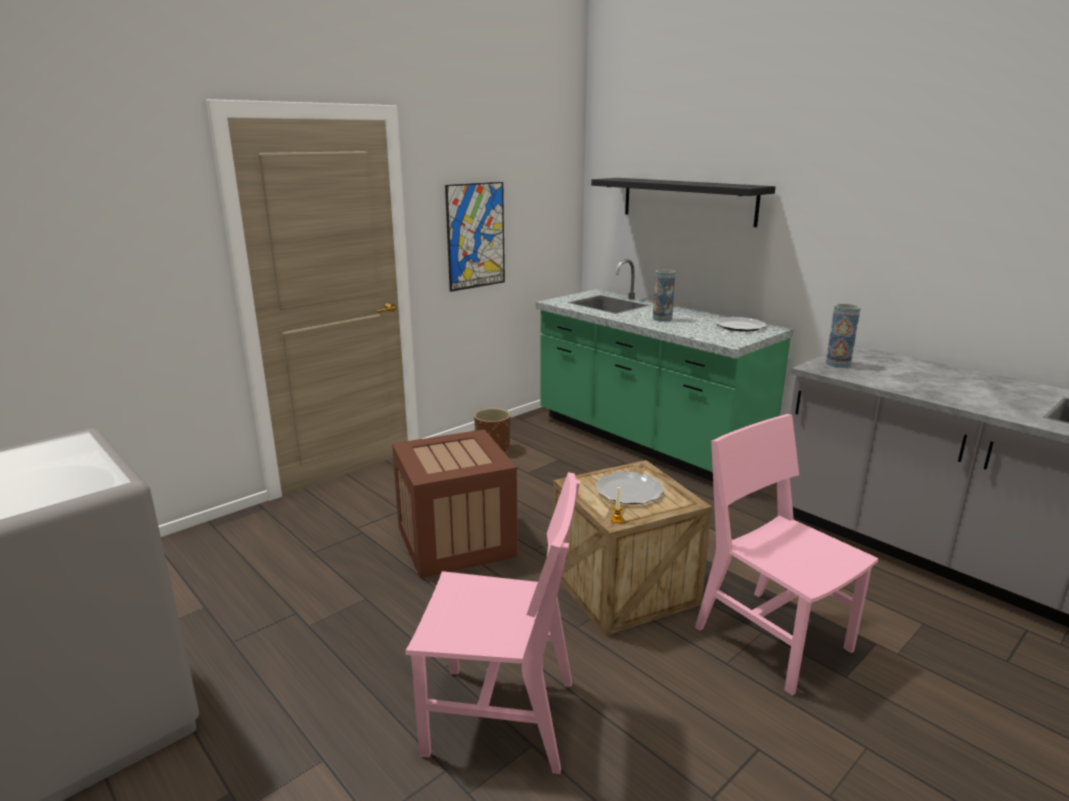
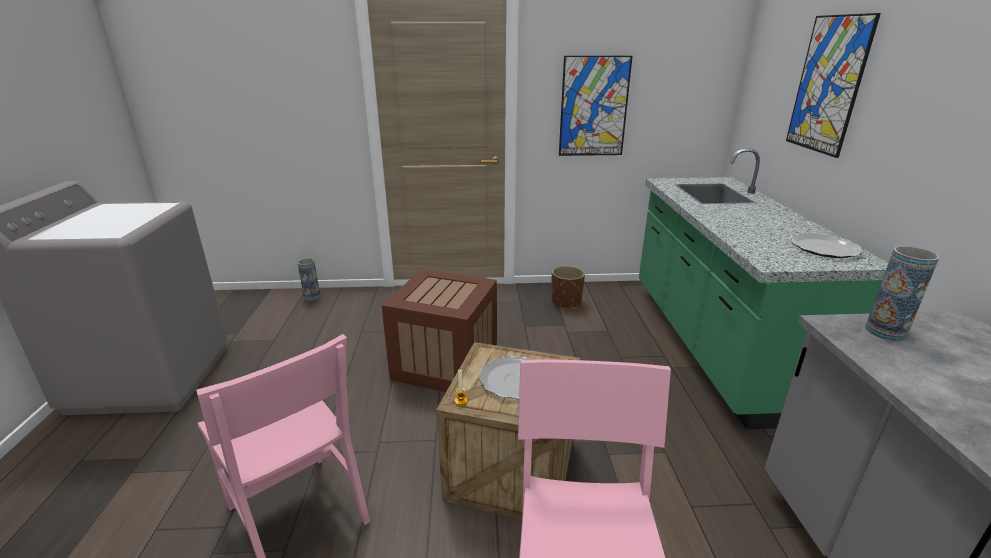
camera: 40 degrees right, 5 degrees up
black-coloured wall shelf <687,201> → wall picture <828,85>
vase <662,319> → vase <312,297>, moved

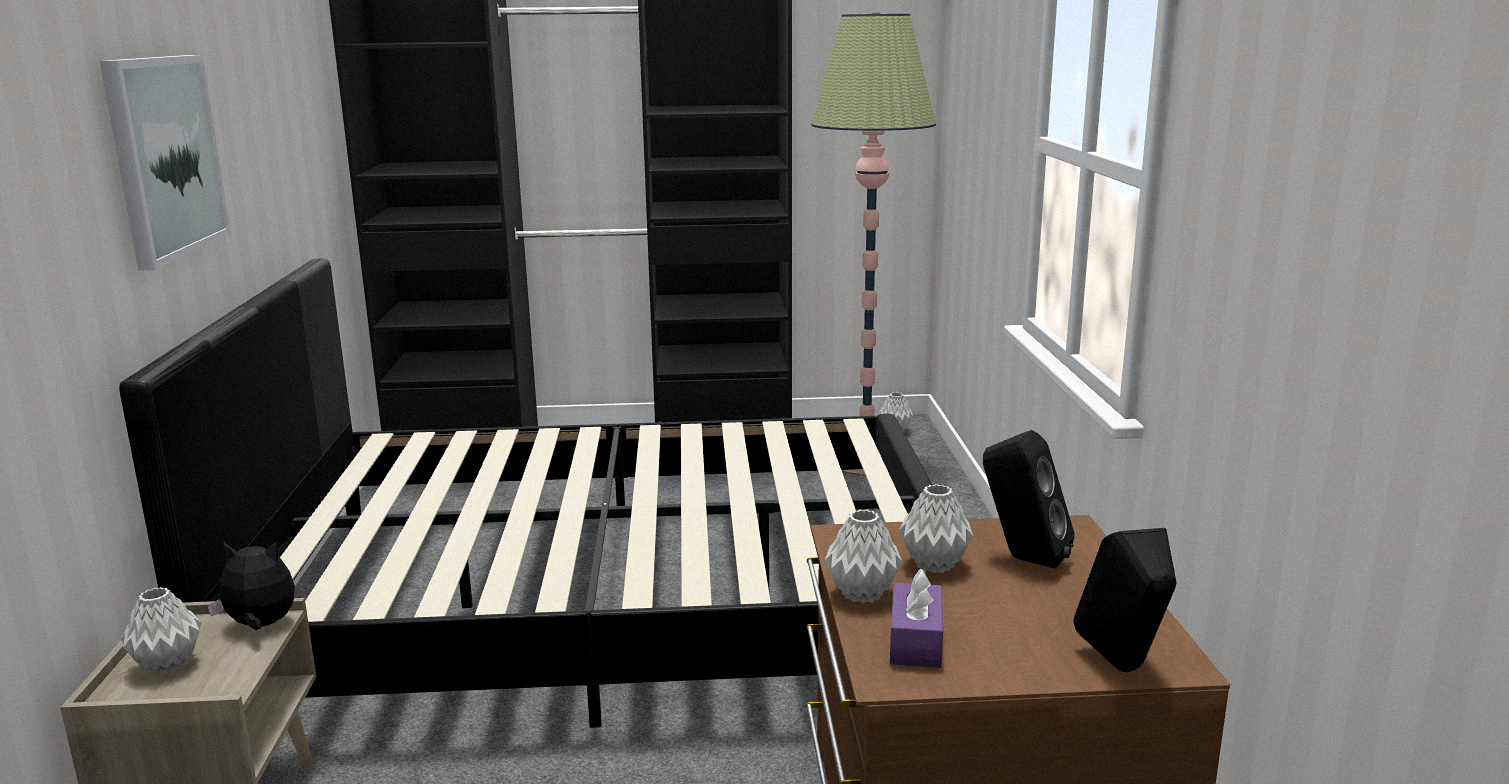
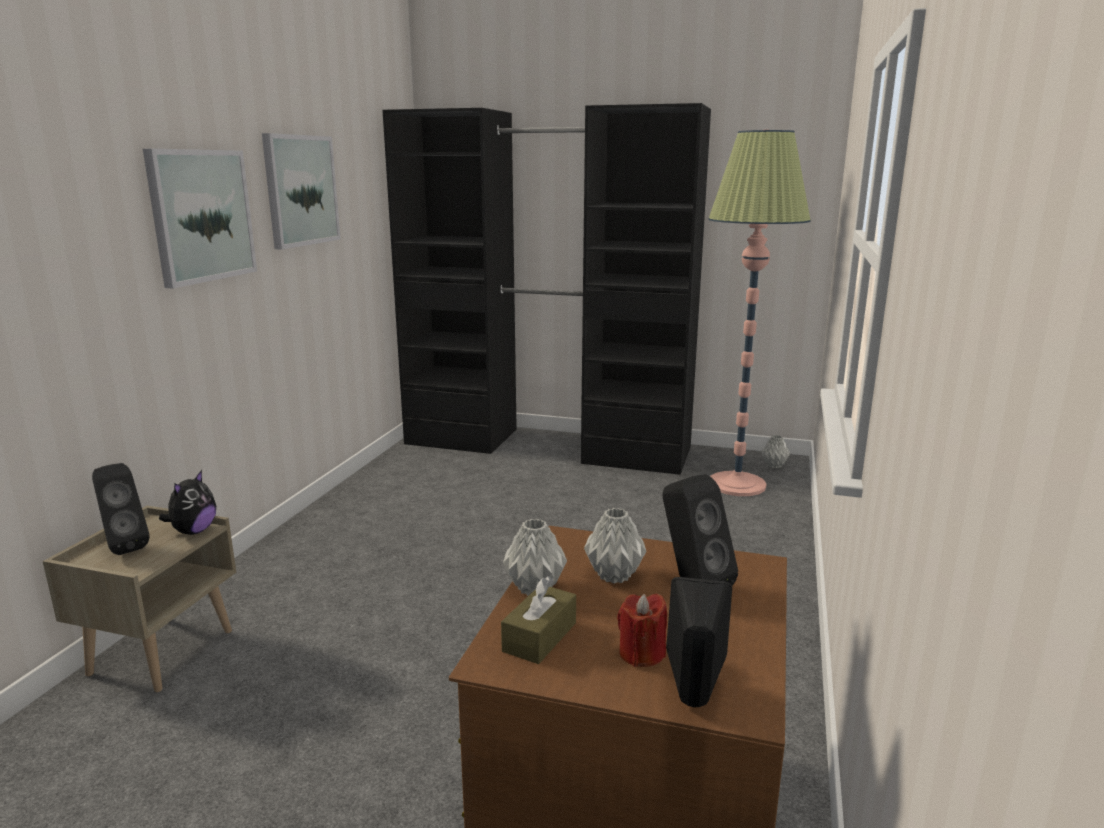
camera: 20 degrees right, 0 degrees up
black-coloured bed <611,603> → -
grey vase <169,664> → black-coloured loudspeaker <124,546>
cuddly toy <260,626> → cuddly toy <193,531>, 90 degrees clockwise
purple-coloured box of tissues <915,641> → brown box of tissues <539,637>
- → wall picture <300,190>
- → reddish candle <641,653>

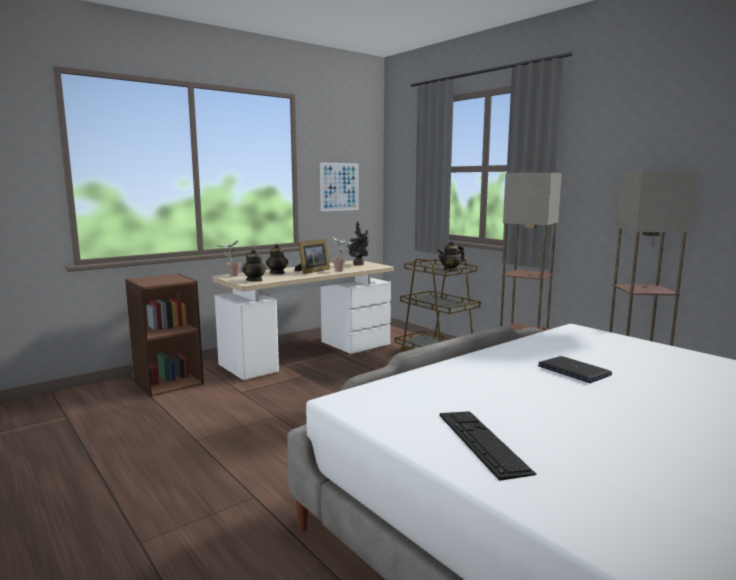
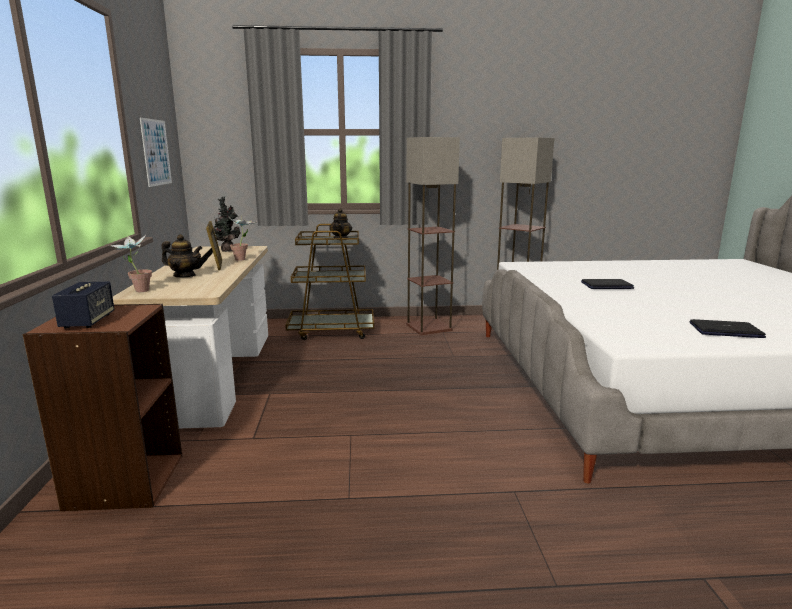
camera: 55 degrees left, 5 degrees up
teapot <254,280> → -
computer keyboard <482,442> → notebook computer <725,330>
- → loudspeaker <88,321>

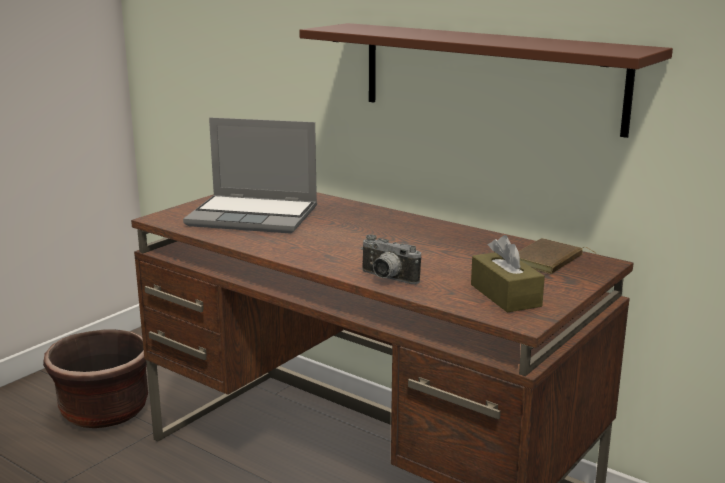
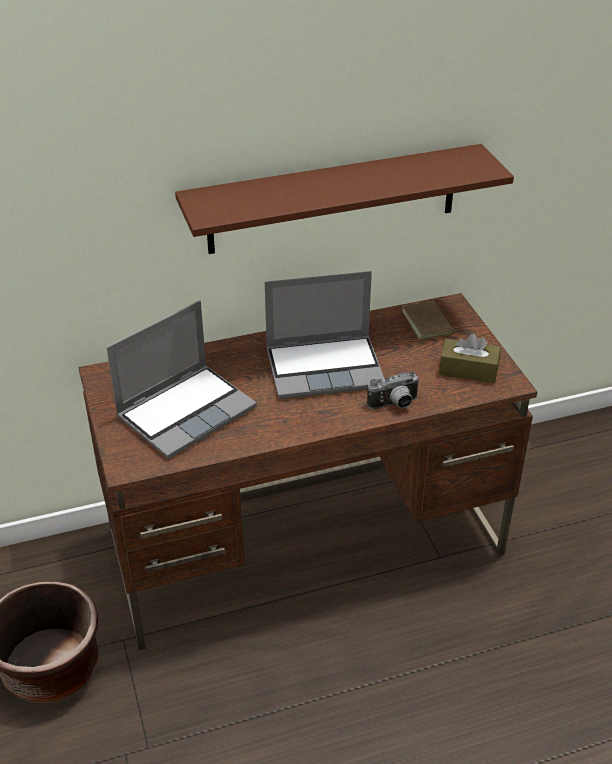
camera: 55 degrees left, 20 degrees up
- → notebook computer <325,367>

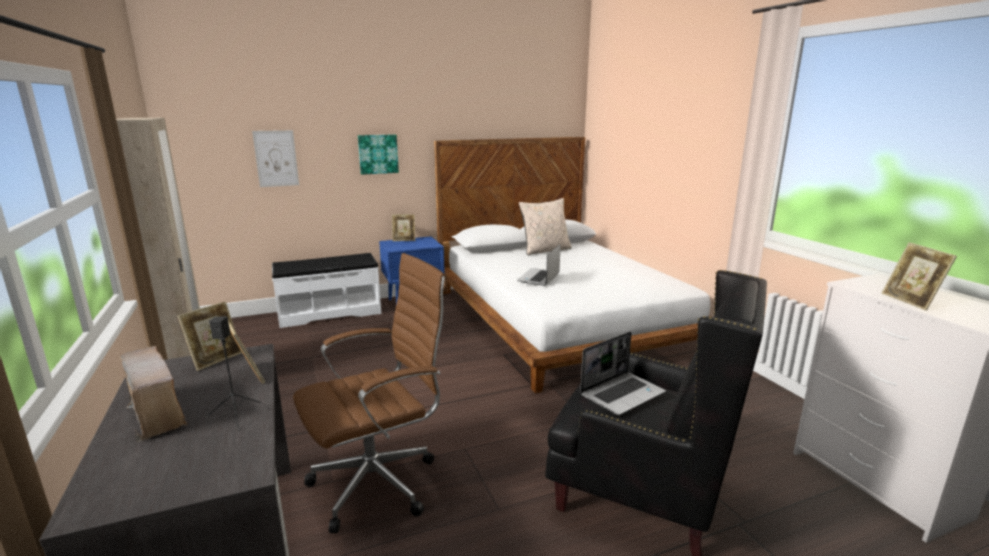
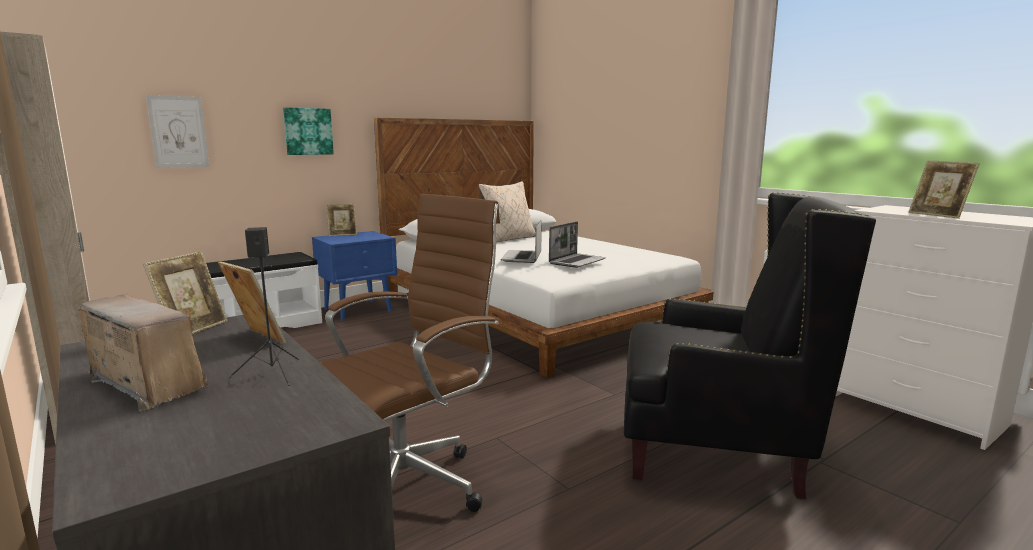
camera: 15 degrees left, 5 degrees down
notebook computer <622,394> → notebook computer <577,261>, moved

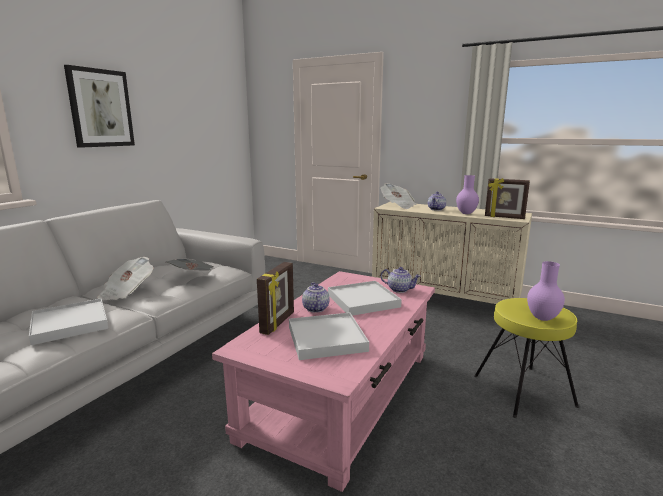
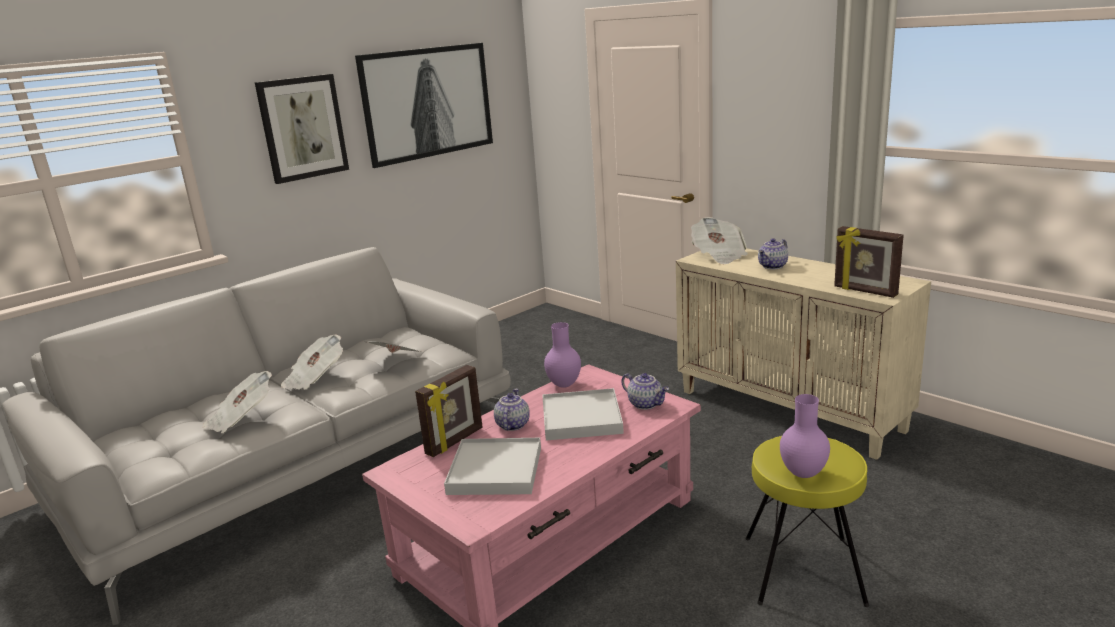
camera: 20 degrees right, 5 degrees up
white serving tray <70,324> → newspaper <241,419>
purple-coloured vase <466,213> → purple-coloured vase <565,385>, moved
- → wall picture <427,102>

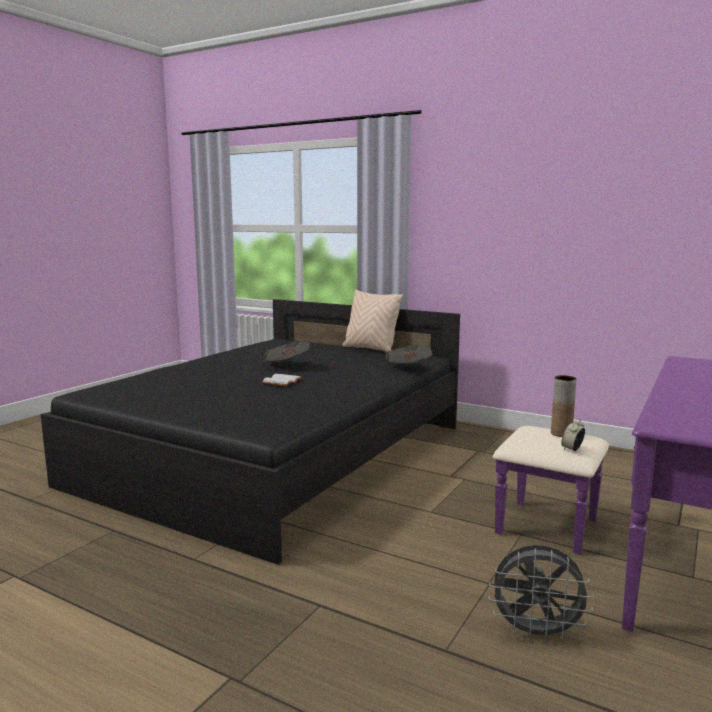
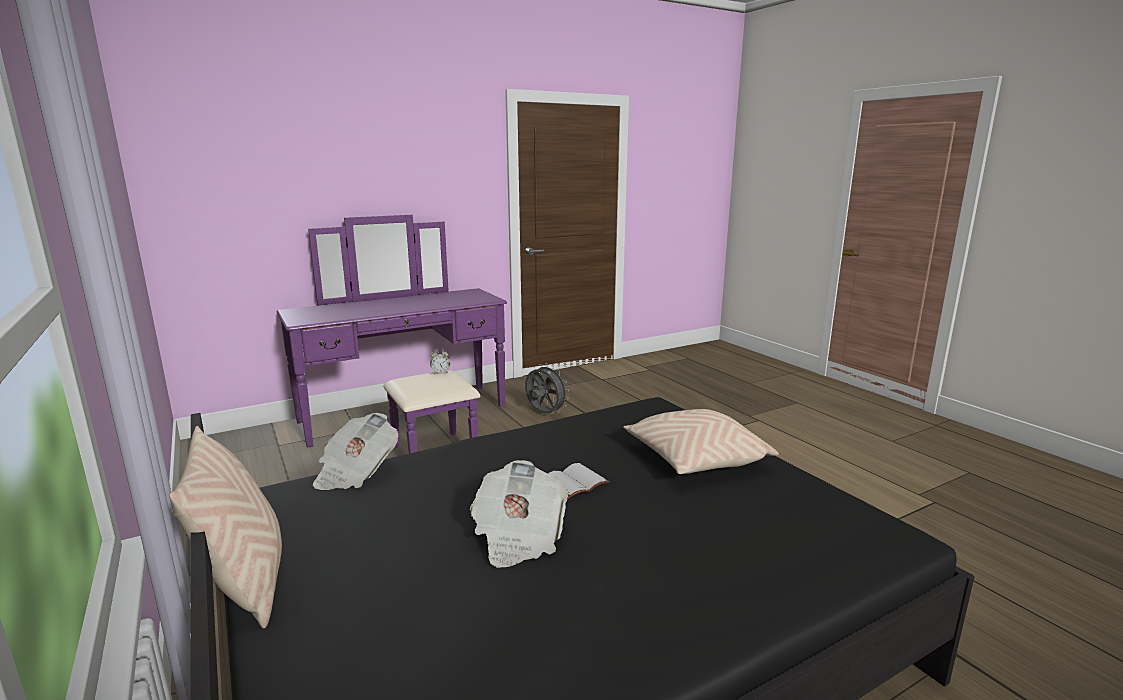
camera: 150 degrees left, 5 degrees up
brown vase <561,434> → -
- → beige pillow <695,459>

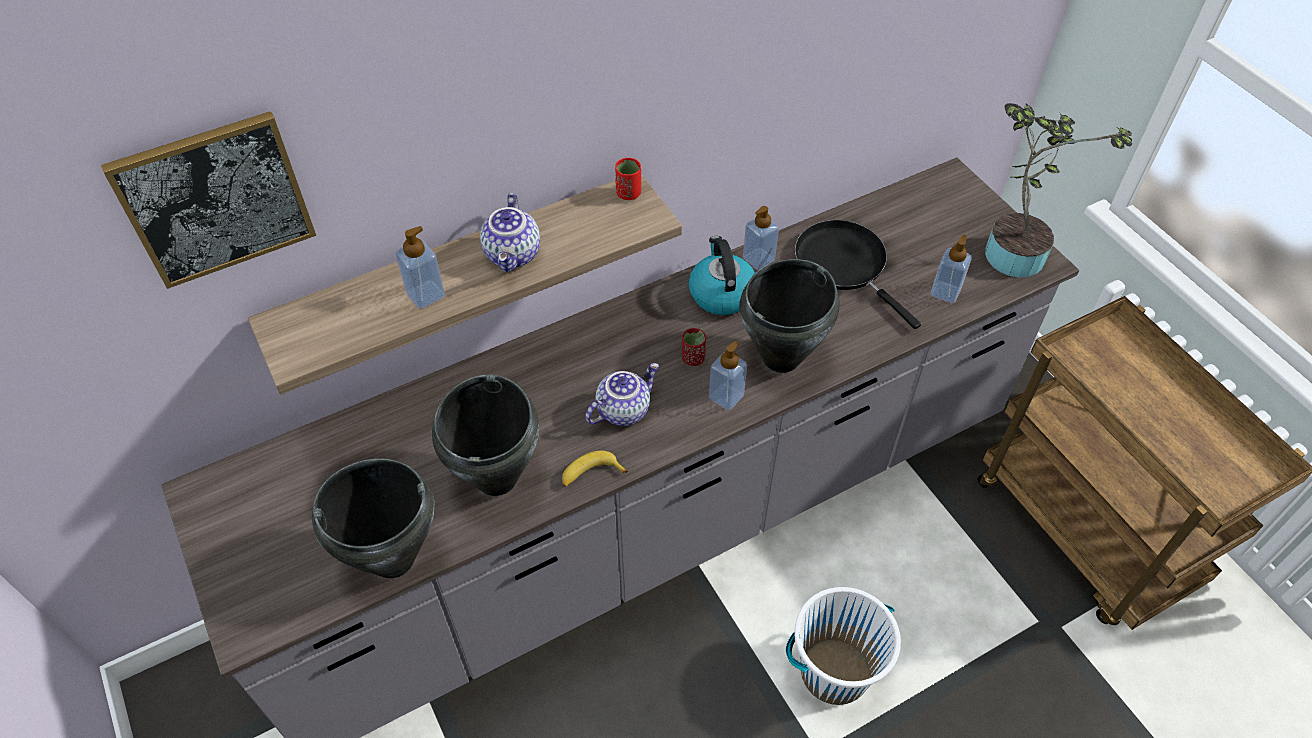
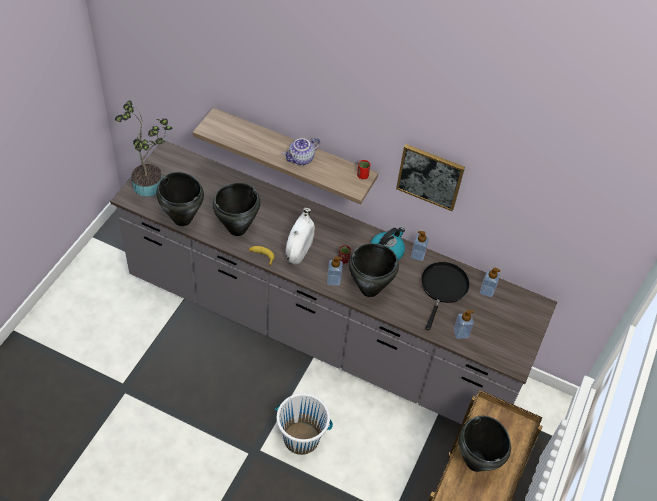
camera: 50 degrees right, 0 degrees up
wall picture <215,199> → wall picture <430,176>, moved
liquid soap bottle <426,295> → liquid soap bottle <487,291>, moved
teapot <623,409> → white vase <299,250>
potted plant <1011,250> → potted plant <150,183>, moved
- → black-coloured stockpot <476,461>

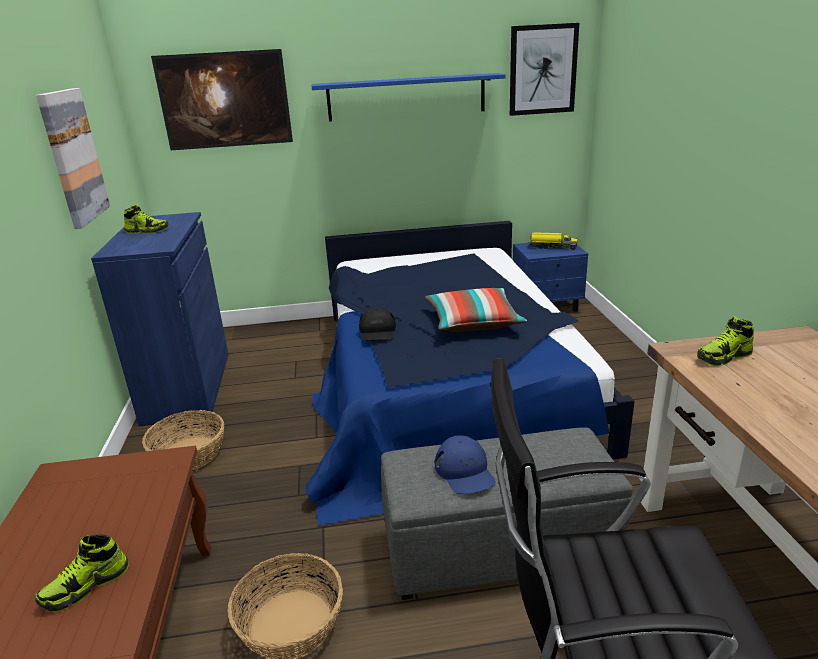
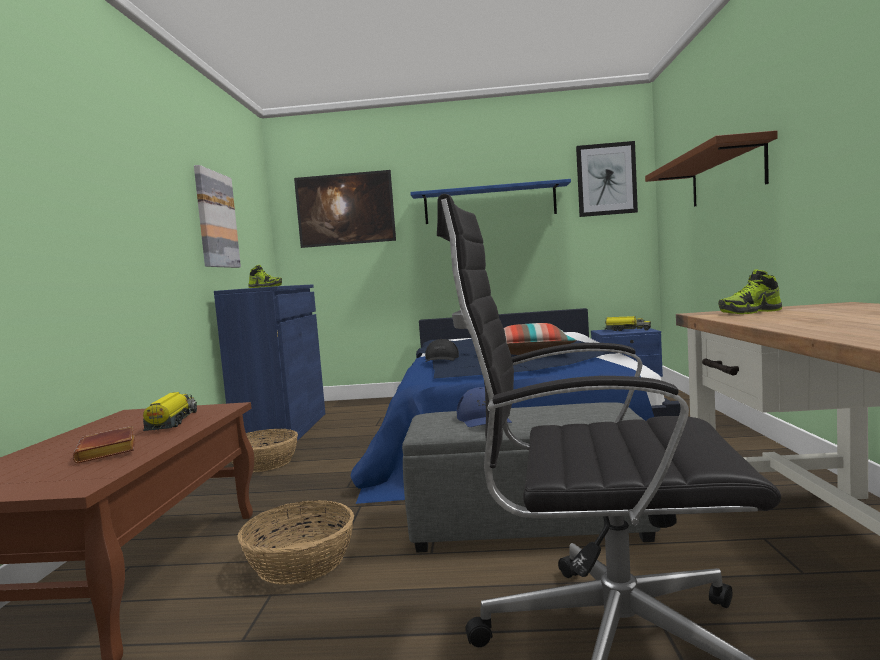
camera: 10 degrees right, 20 degrees down
shoe <86,586> → brown volume <109,451>
- → model truck <172,422>
- → brown wall shelf <726,175>

